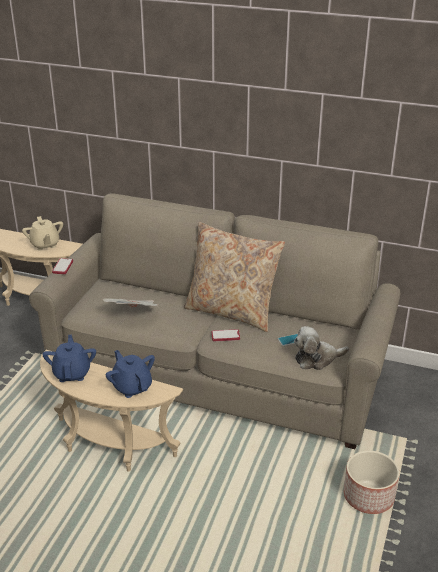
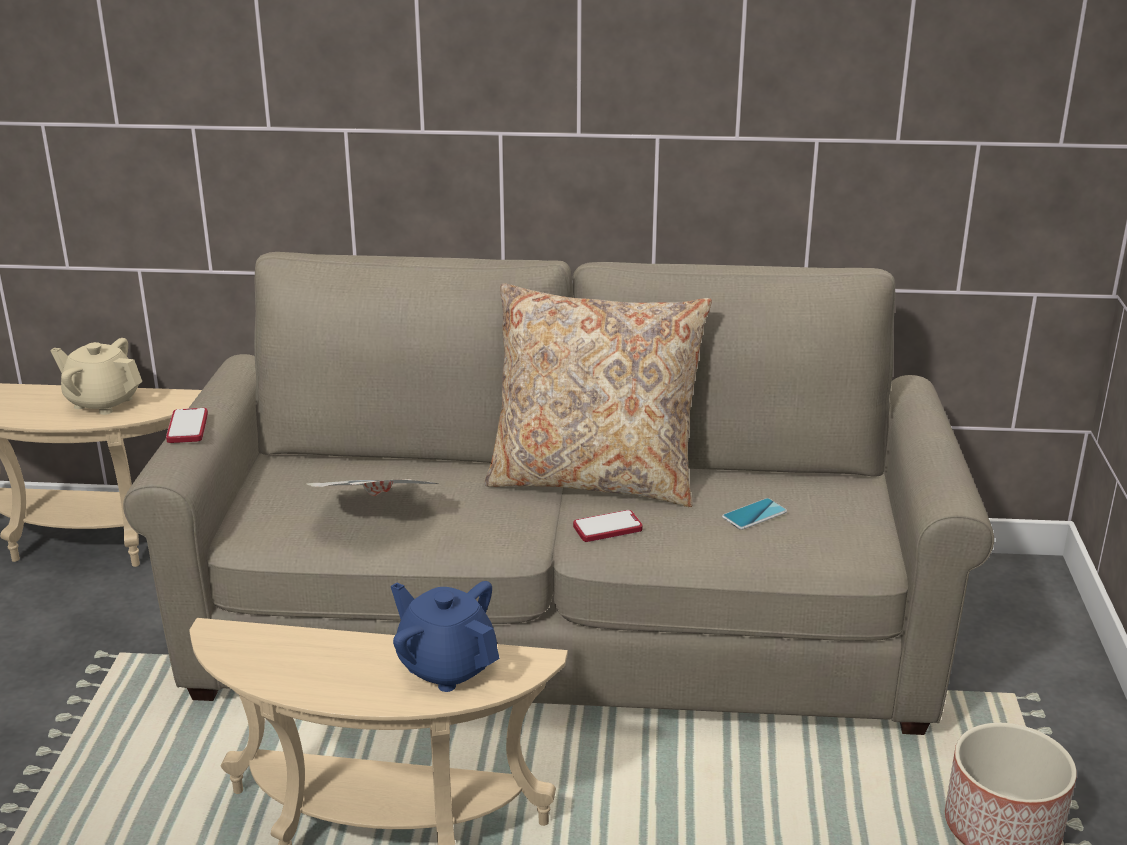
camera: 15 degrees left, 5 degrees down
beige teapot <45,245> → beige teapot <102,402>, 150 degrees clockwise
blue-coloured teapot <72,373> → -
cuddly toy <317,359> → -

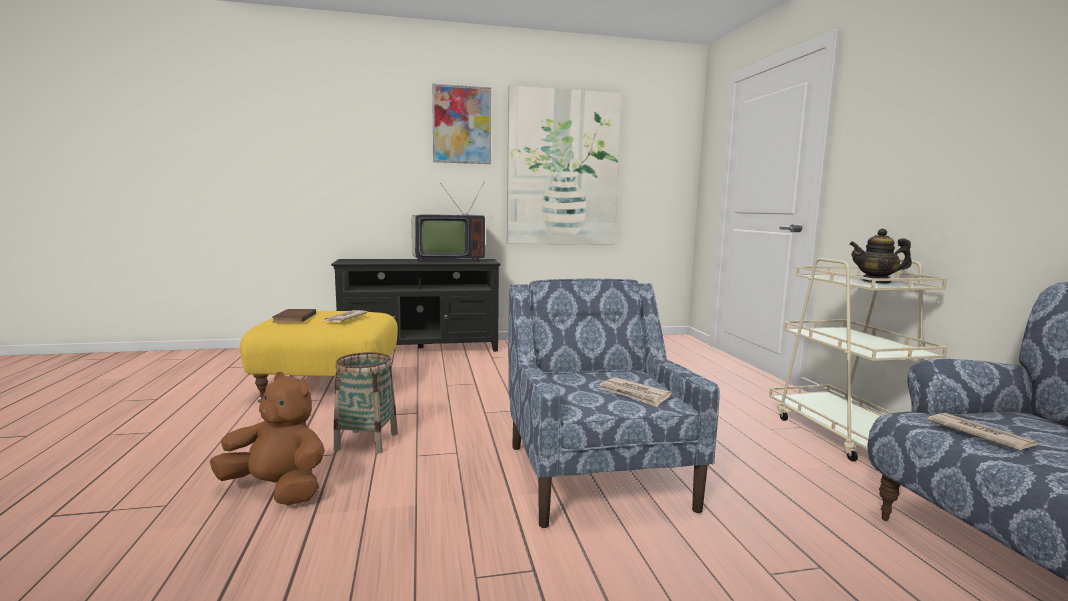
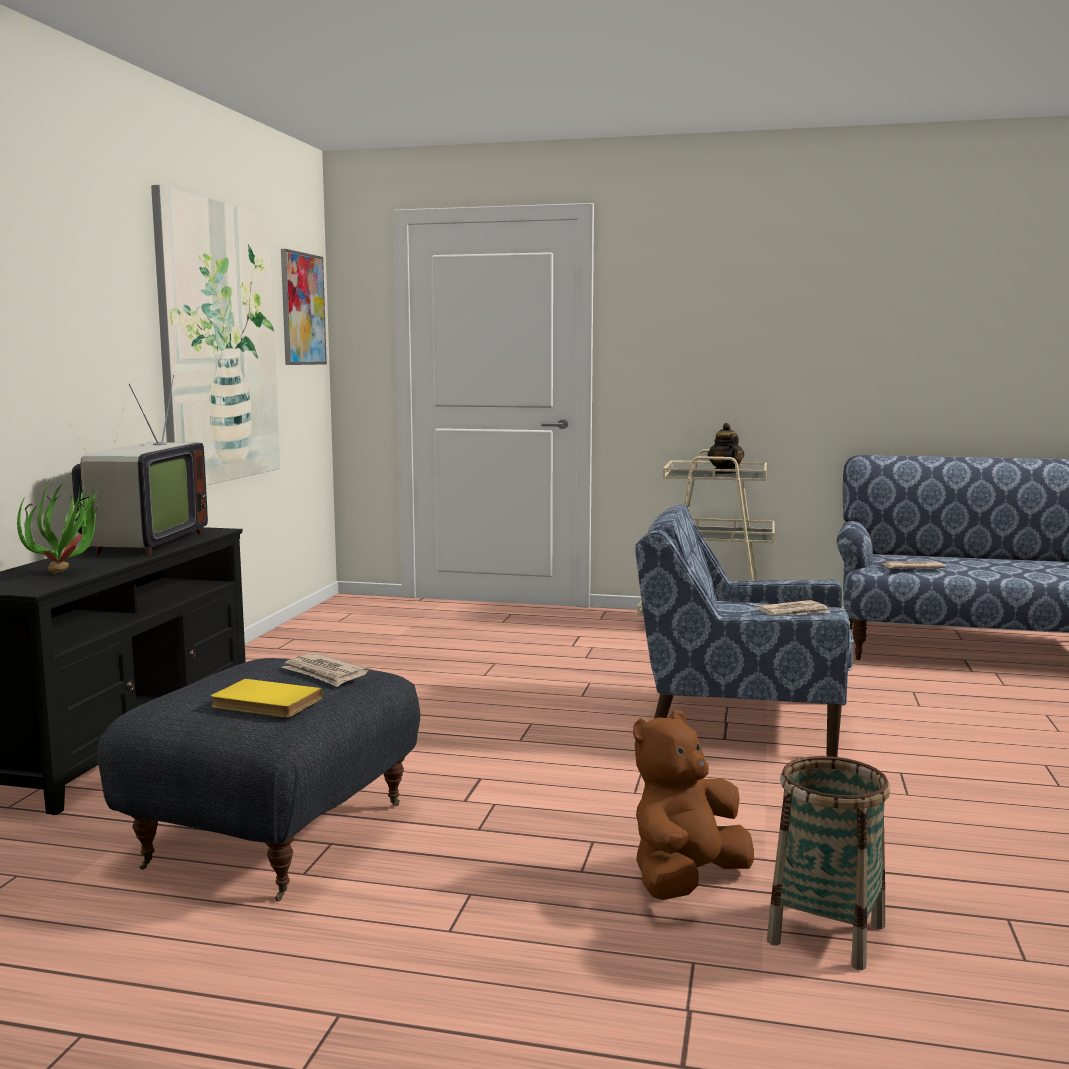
camera: 65 degrees left, 0 degrees up
yellowish pouffe <329,388> → grey pouffe <274,834>
brown volume <293,318> → yellowish volume <264,703>
storage basket <367,441> → storage basket <826,933>, moved
wall picture <462,125> → wall picture <302,309>, moved
teapot <876,281> → teapot <725,473>, 135 degrees clockwise
- → potted plant <70,572>

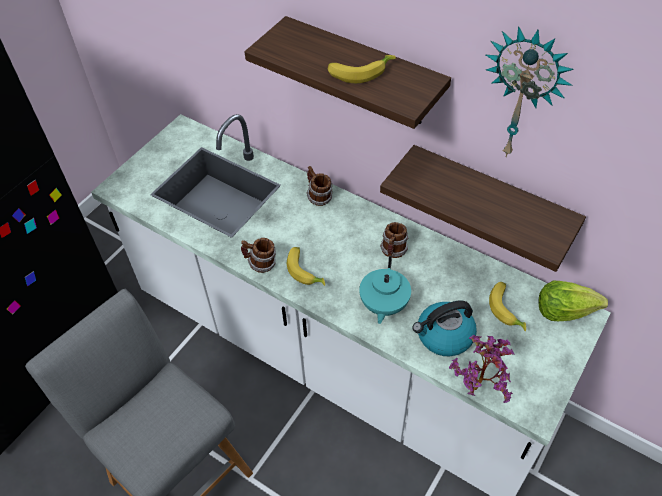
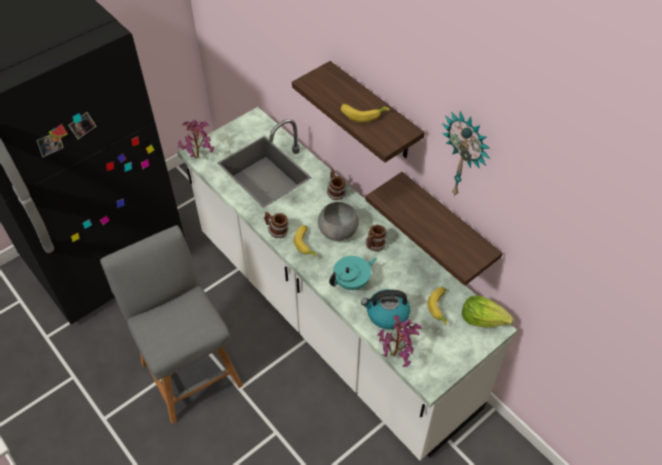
camera: 15 degrees right, 0 degrees up
turquoise-coloured teapot <383,305> → turquoise-coloured teapot <352,282>, 150 degrees counterclockwise
- → potted plant <199,156>
- → grey bowl <337,231>

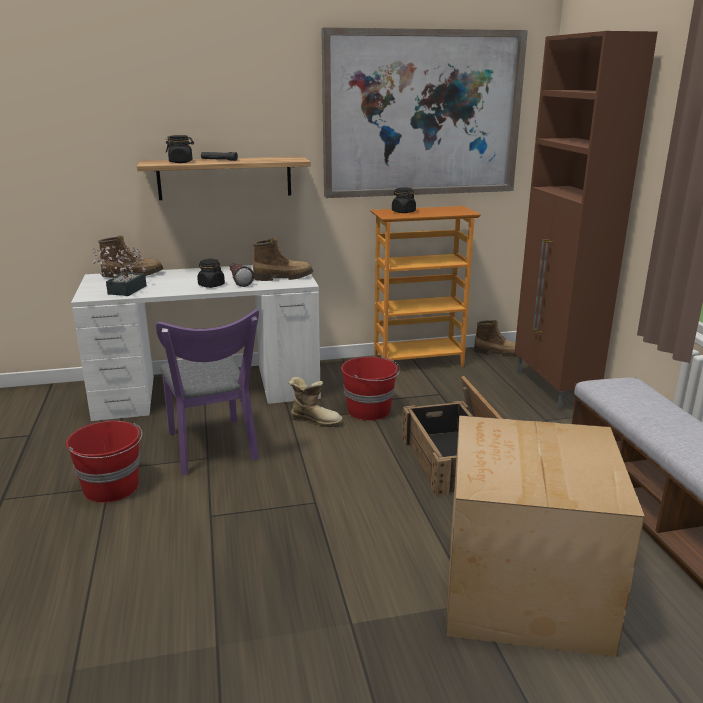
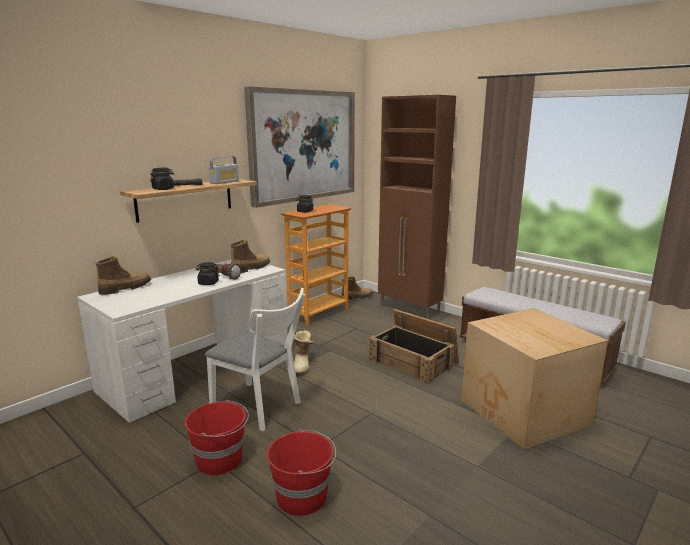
camera: 35 degrees left, 5 degrees down
potted plant <124,291> → -
purple-coloured plain chair <213,450> → white plain chair <260,407>
tall boot <315,419> → tall boot <302,365>, 105 degrees clockwise
reddish bucket <369,410> → reddish bucket <303,496>, moved
- → radio set <224,182>

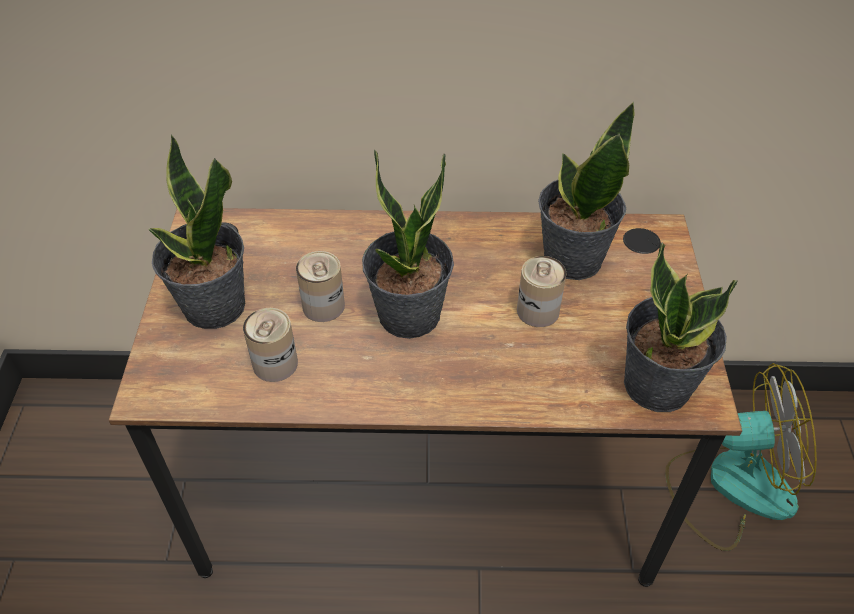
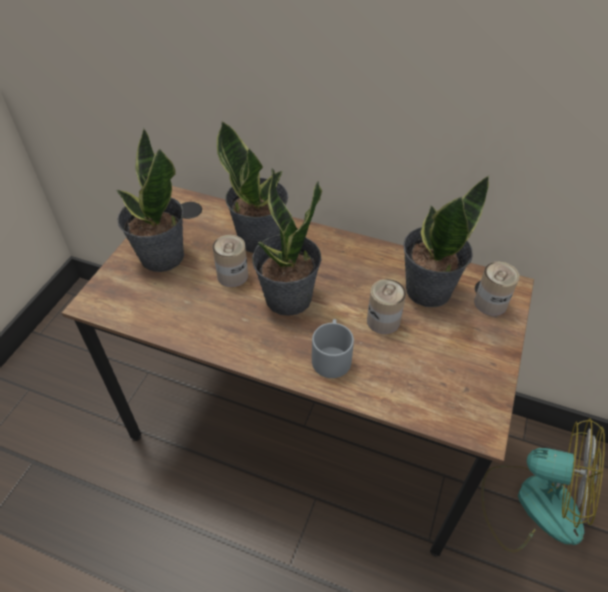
camera: 20 degrees right, 0 degrees up
metal can <275,363> → metal can <490,303>, moved
potted plant <657,383> → potted plant <260,238>, moved
- → grey tea mug <331,355>

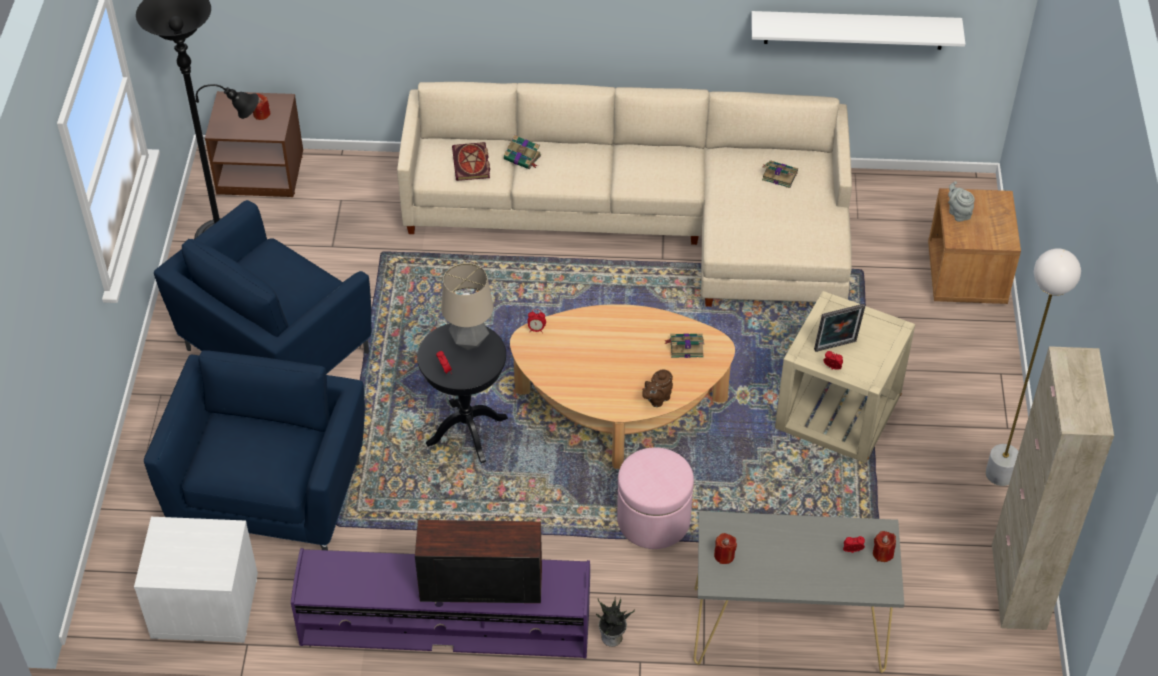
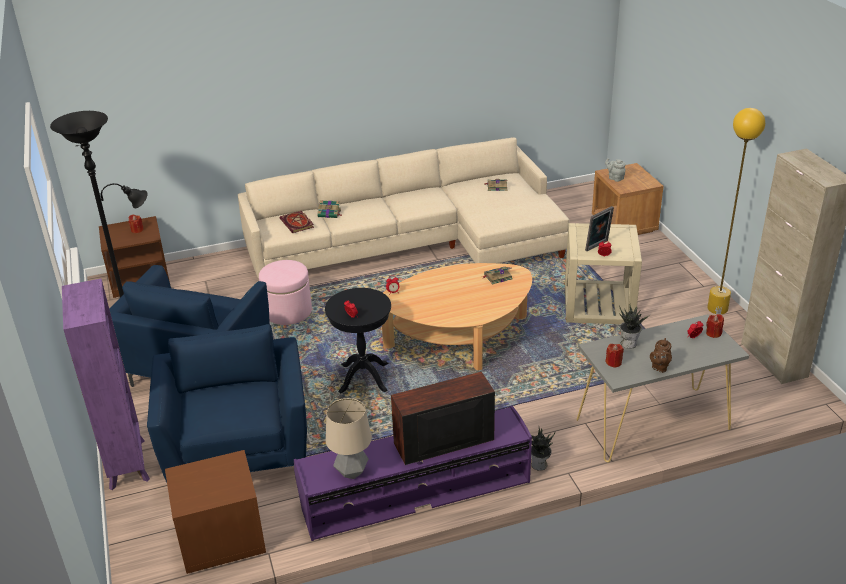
camera: 20 degrees left, 15 degrees down
white night table <203,607> → brown night table <220,539>
lamp for a table <469,342> → lamp for a table <351,472>, moved
pink-coloured pouffe <653,520> → pink-coloured pouffe <288,311>, moved
brown teapot <657,399> → brown teapot <659,367>, moved
white wall shelf <854,30> → -
white standard lamp <1000,474> → yellowish standard lamp <717,308>
- → purple-coloured bookcase <127,463>
- → potted plant <629,343>

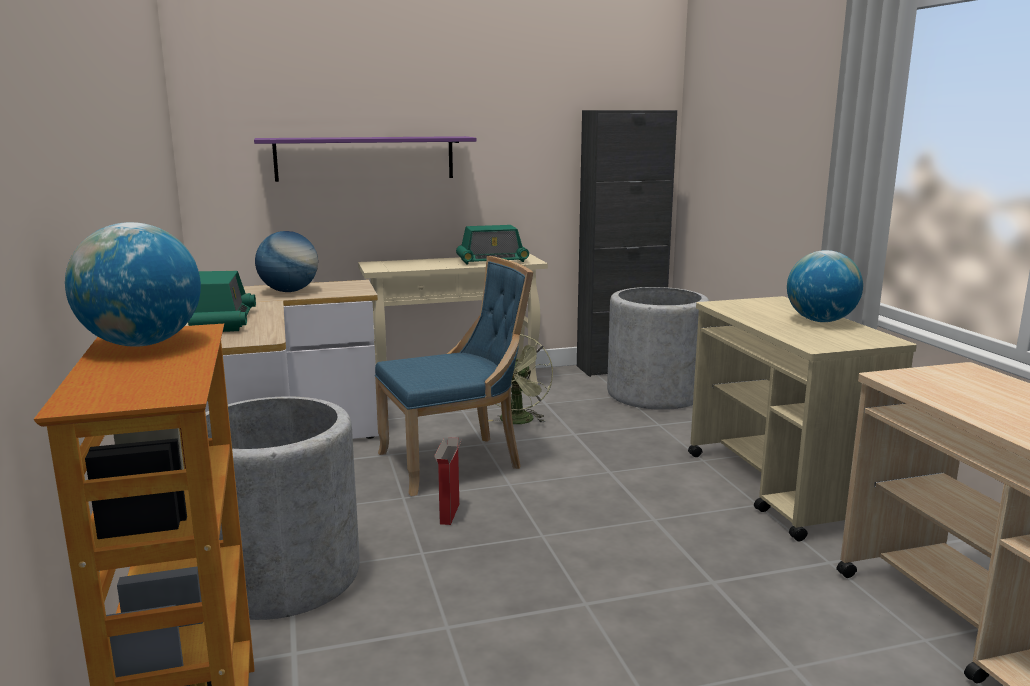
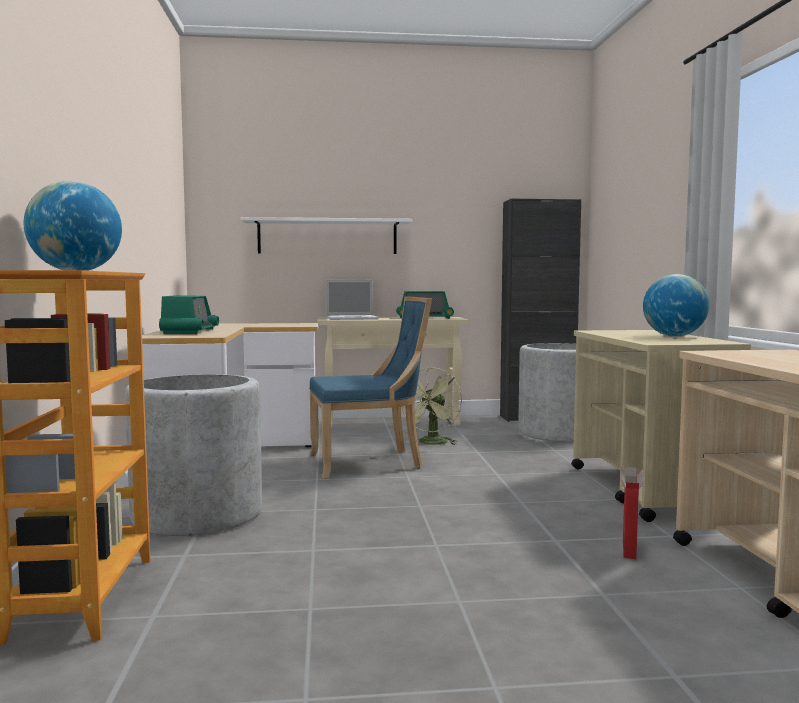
camera: 10 degrees right, 10 degrees down
purple-coloured wall shelf <365,158> → white wall shelf <327,237>
desk globe <289,291> → -
carton <449,514> → carton <629,550>, moved
- → notebook computer <352,318>

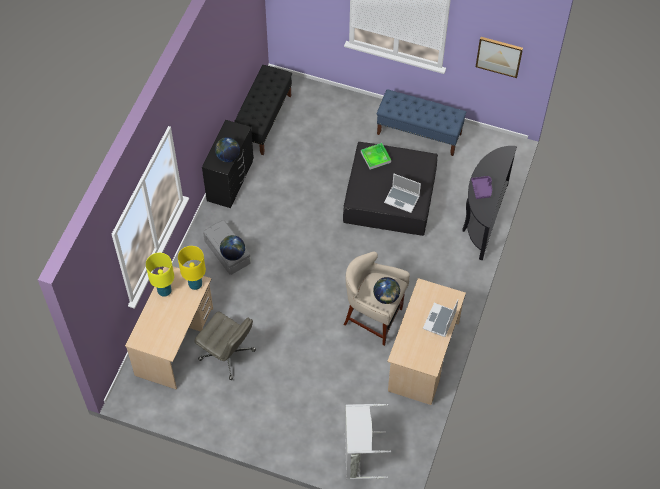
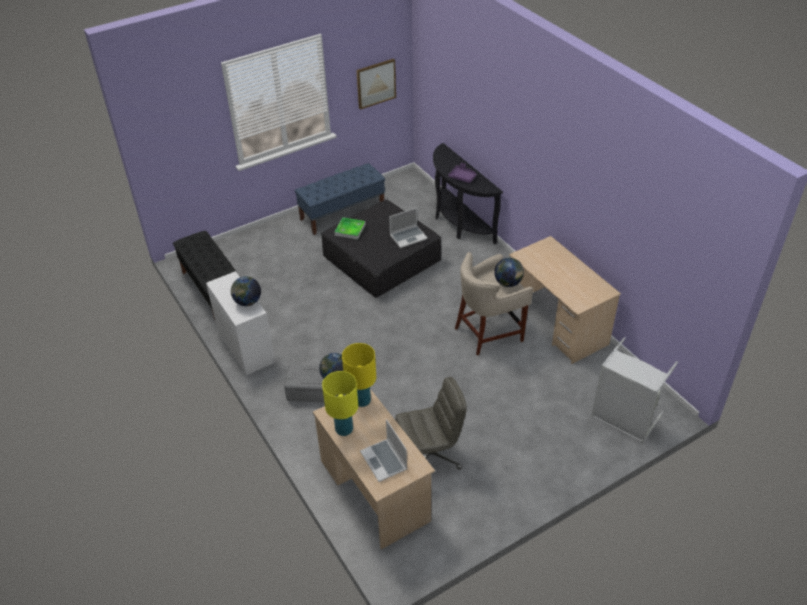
camera: 50 degrees left, 15 degrees down
black-coloured drawer chest <231,181> → white drawer chest <246,346>
notebook computer <440,321> → notebook computer <384,461>, moved

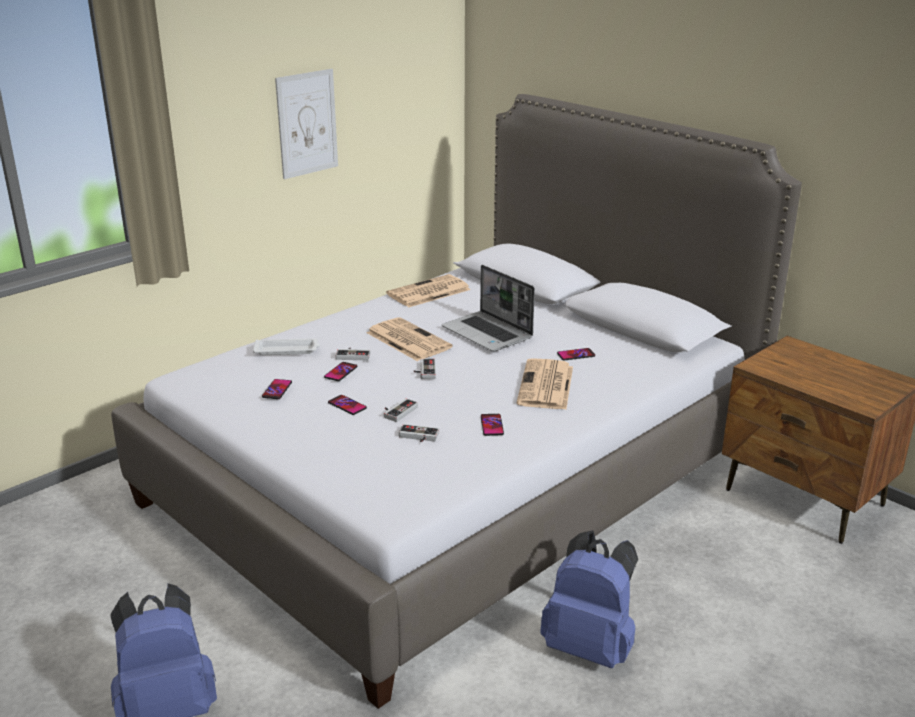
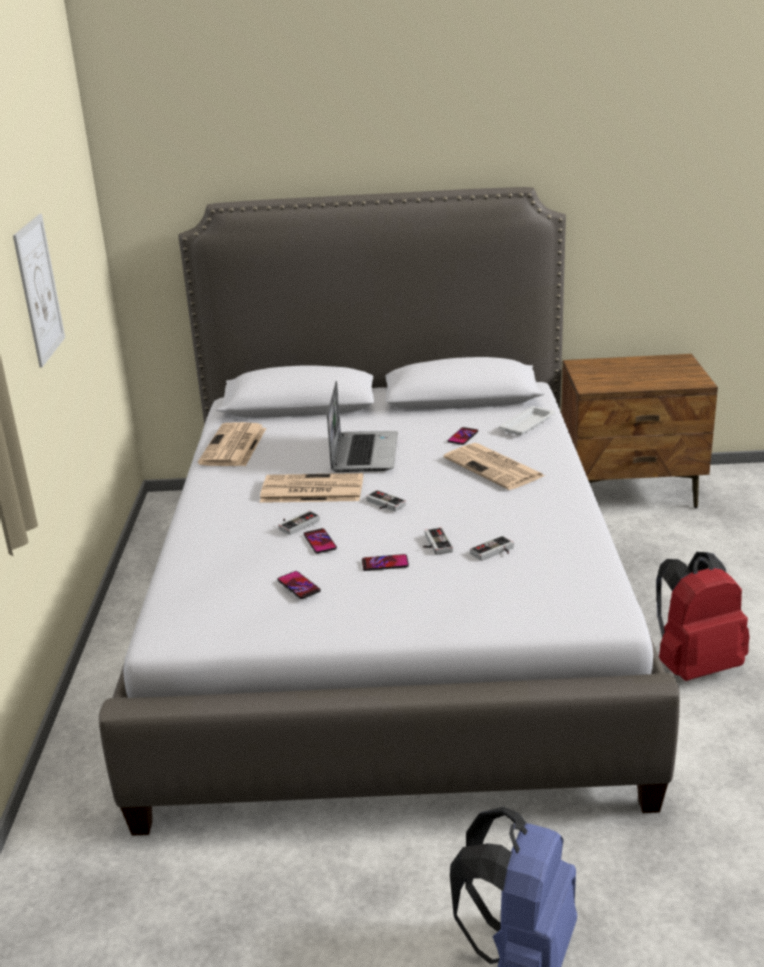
camera: 45 degrees left, 0 degrees up
white serving tray <287,350> → white serving tray <528,424>, moved
notebook computer <488,333> → notebook computer <363,453>, 90 degrees counterclockwise
handset <492,425> → -
blue-coloured backpack <590,647> → reddish backpack <694,665>

